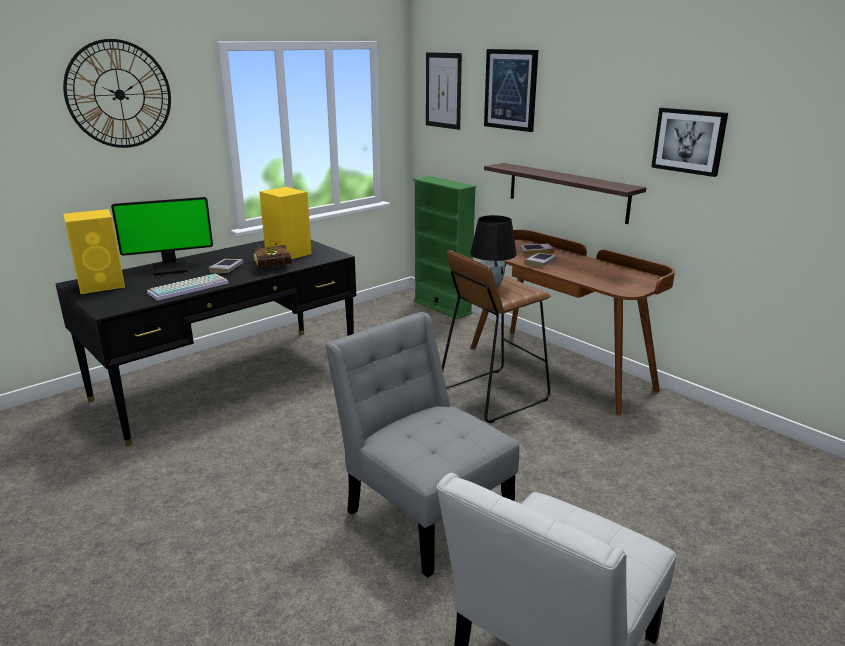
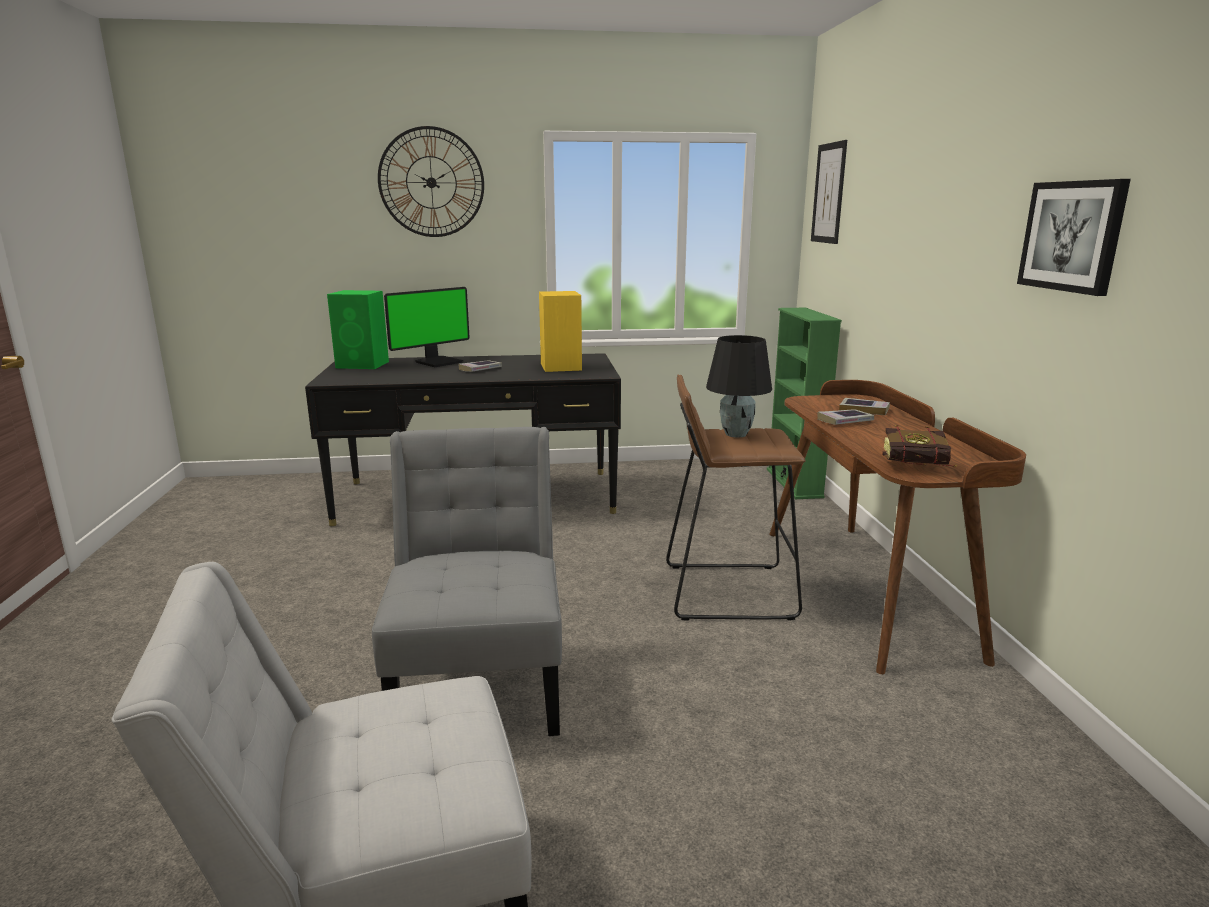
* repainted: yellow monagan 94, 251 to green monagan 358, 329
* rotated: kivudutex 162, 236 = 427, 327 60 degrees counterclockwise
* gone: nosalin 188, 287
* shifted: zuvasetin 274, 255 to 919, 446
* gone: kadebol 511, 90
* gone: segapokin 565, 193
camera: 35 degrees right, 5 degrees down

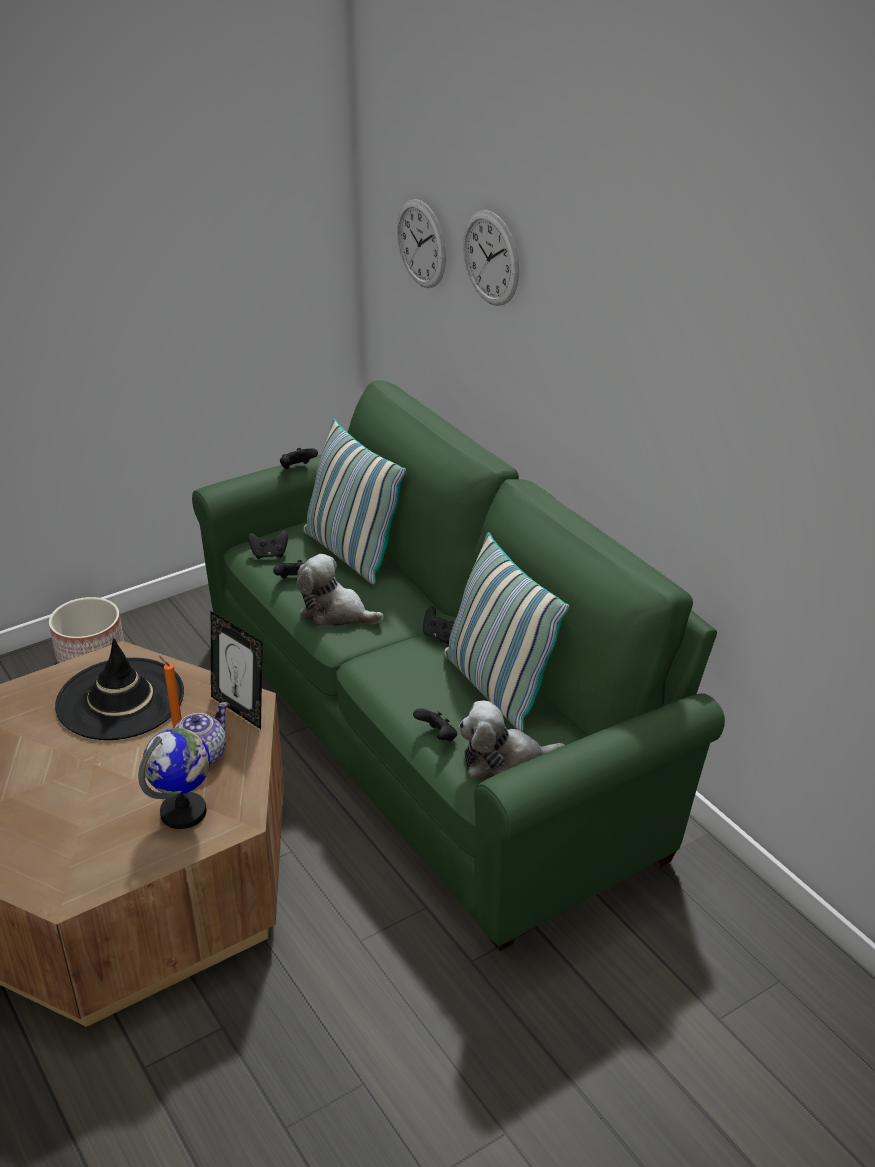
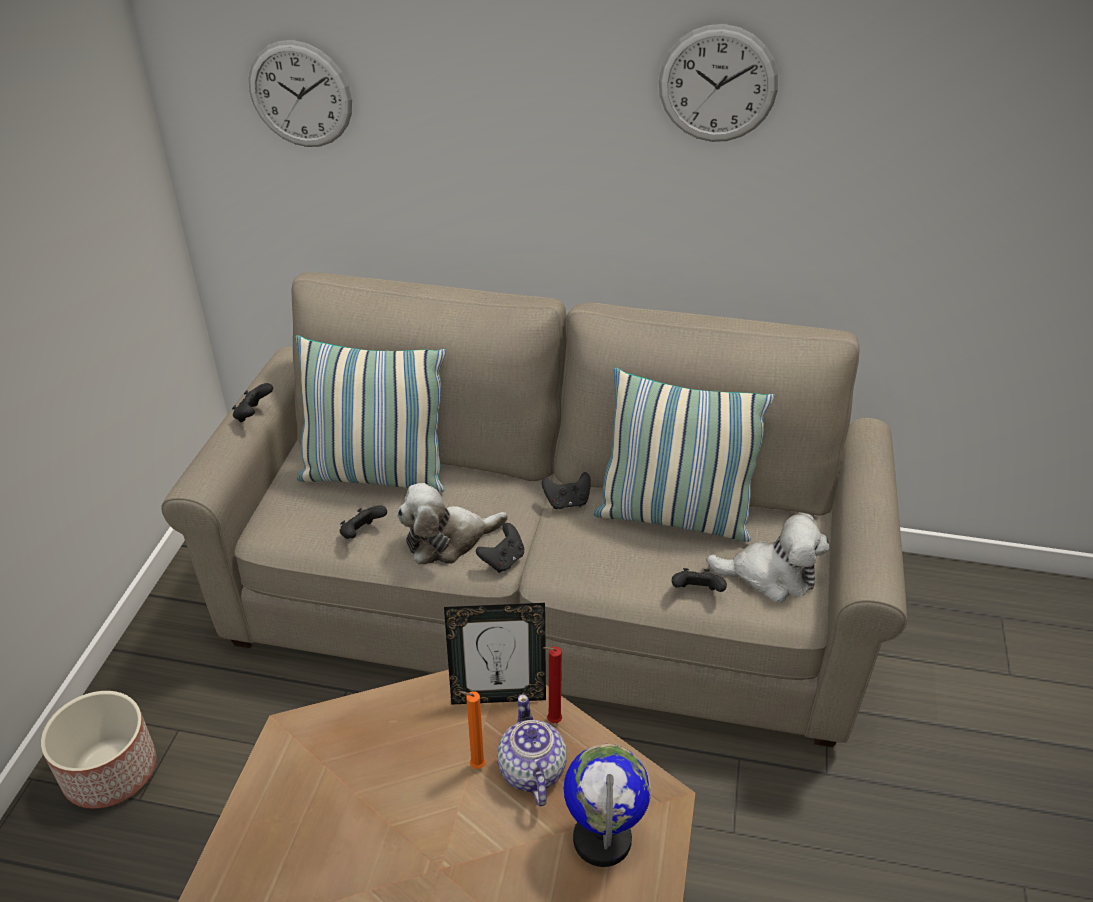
* gone: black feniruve 119, 689
* repainted: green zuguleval 458, 666 to beige zuguleval 534, 509
* shifted: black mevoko 268, 544 to 500, 548
* rotated: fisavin 511, 740 = 768, 557 120 degrees counterclockwise
* shifted: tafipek 491, 258 to 718, 83
* new: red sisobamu 553, 684
camera: 45 degrees left, 5 degrees up

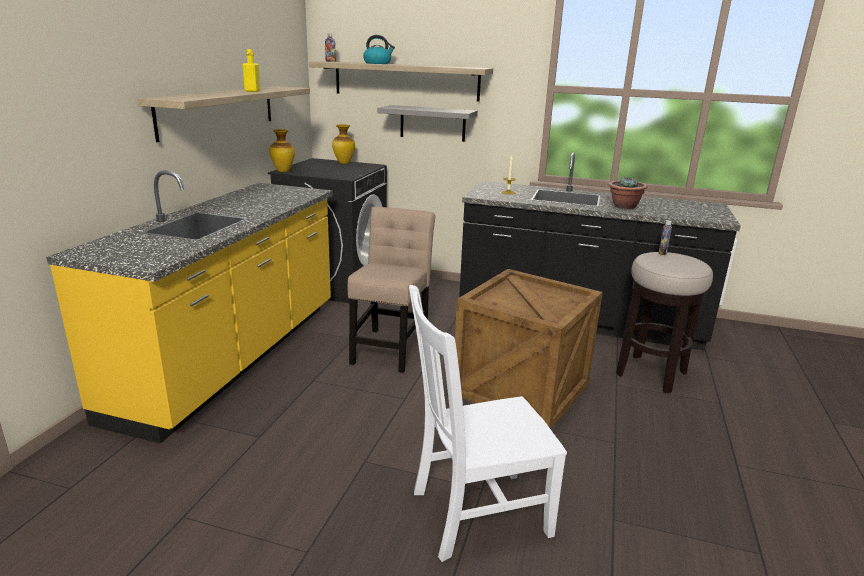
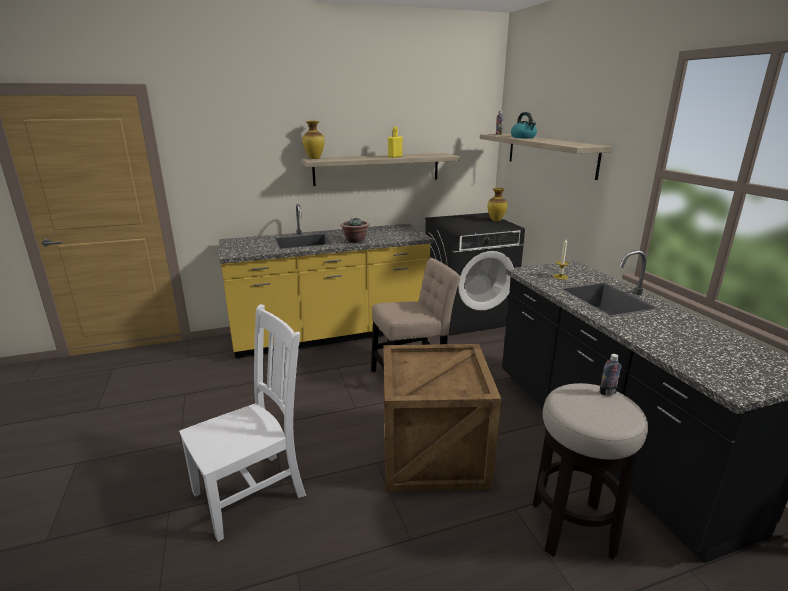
* shifted: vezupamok 282, 150 to 313, 140
* gone: grey segapokin 427, 123
* rotated: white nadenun 488, 423 = 242, 423 105 degrees clockwise
* shifted: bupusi 628, 193 to 355, 230
camera: 55 degrees right, 0 degrees up

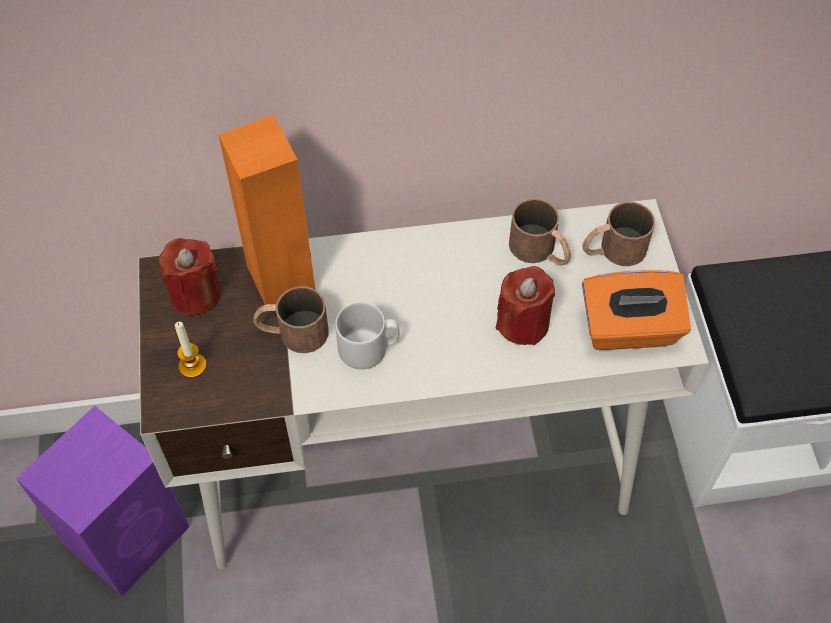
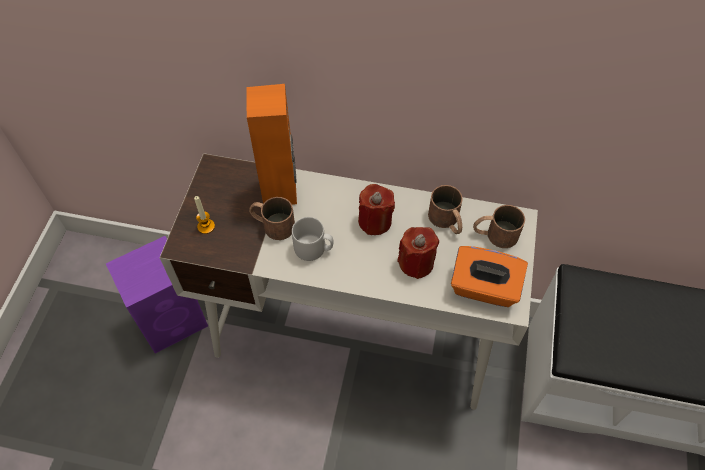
* shifted: red sisobamu 190, 277 to 376, 209
camera: 20 degrees right, 0 degrees up

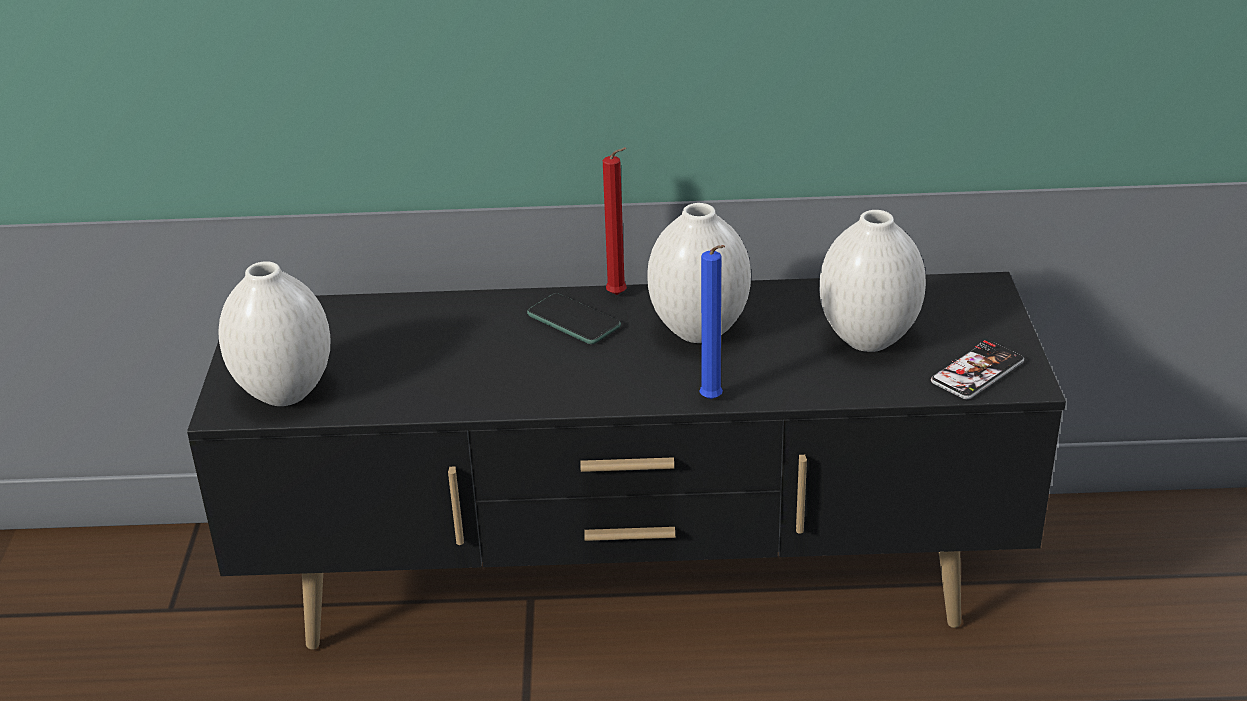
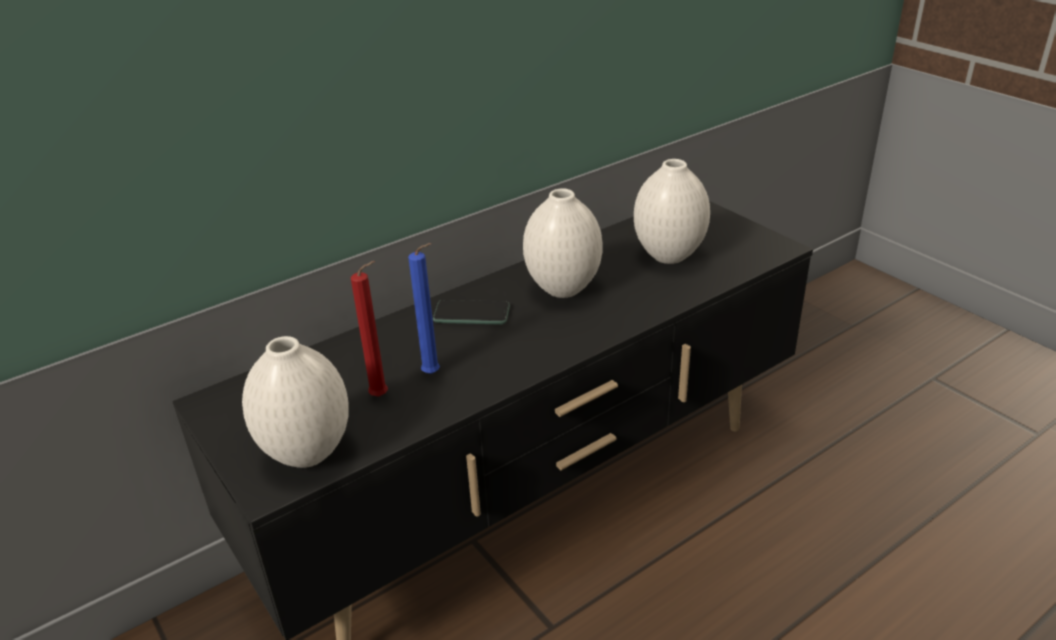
* shifted: red sisobamu 615, 221 to 369, 329
* shifted: blue sisobamu 712, 322 to 424, 308
* gone: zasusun 977, 369
camera: 35 degrees left, 0 degrees up

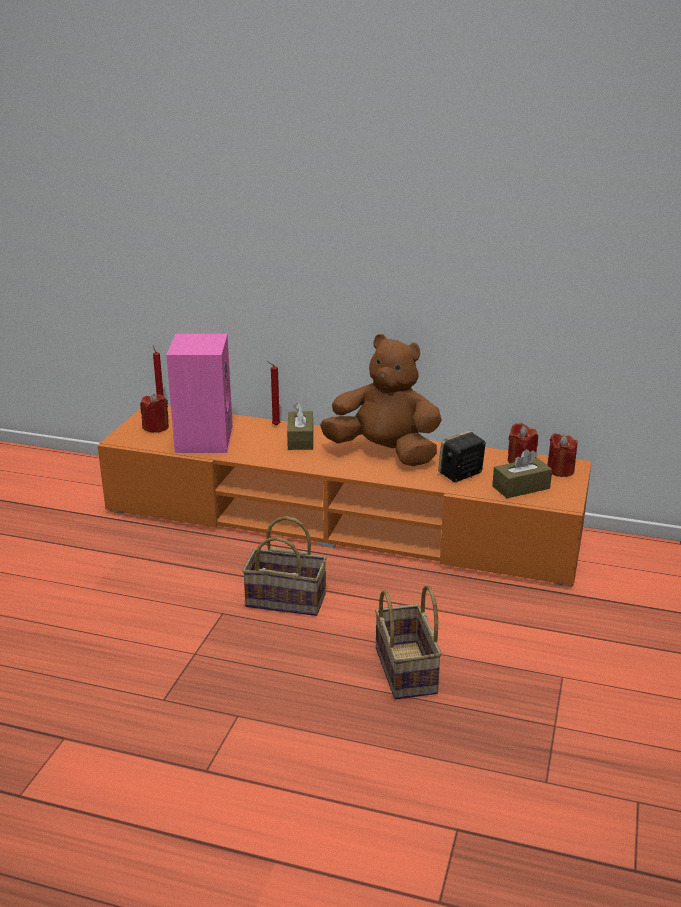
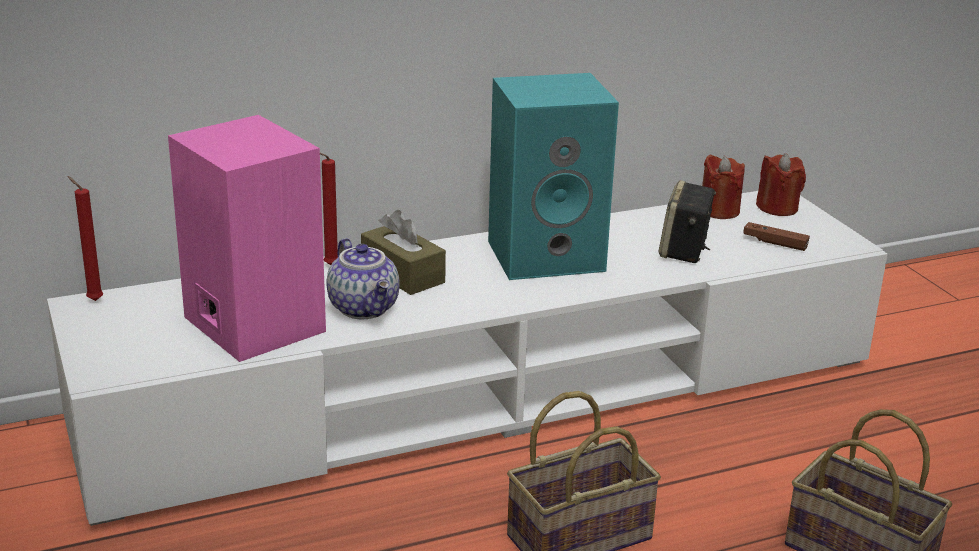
* repainted: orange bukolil 345, 496 to white bukolil 467, 358
* gone: red sisobamu 154, 413
* swapped: brown fisavin 381, 400 to turquoise monagan 553, 176
* swapped: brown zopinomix 522, 473 to brown mevoko 776, 236
* new: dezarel 363, 278
camera: 40 degrees left, 0 degrees up

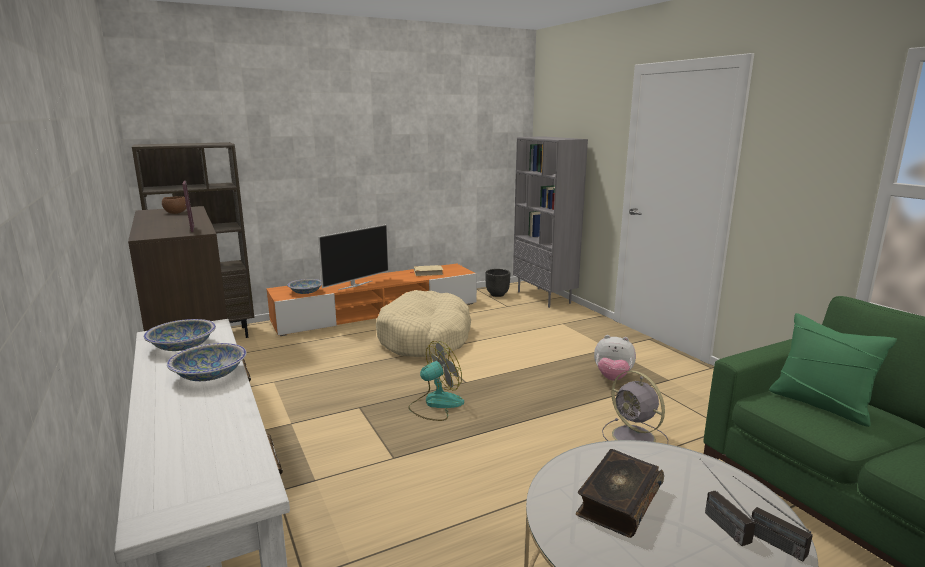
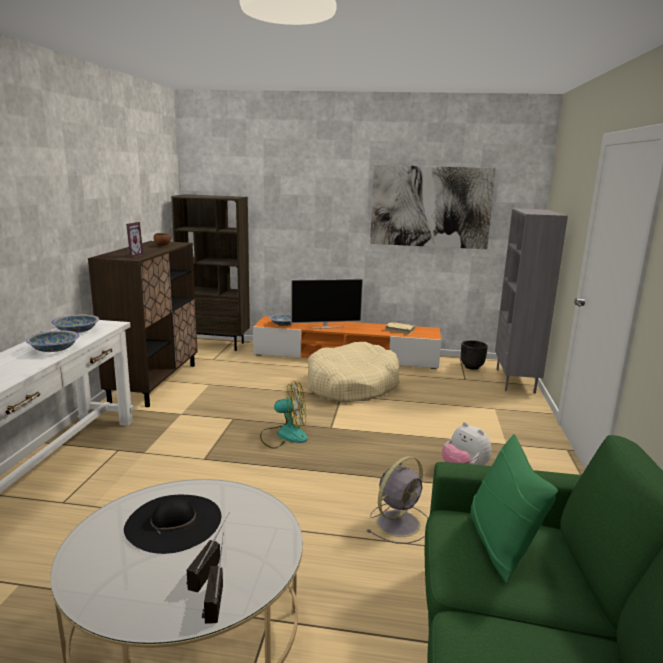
* swapped: zuvasetin 620, 493 to black feniruve 172, 524
* rotated: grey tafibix 635, 407 = 397, 500 135 degrees counterclockwise
* new: kadebol 433, 207
camera: 35 degrees right, 0 degrees up

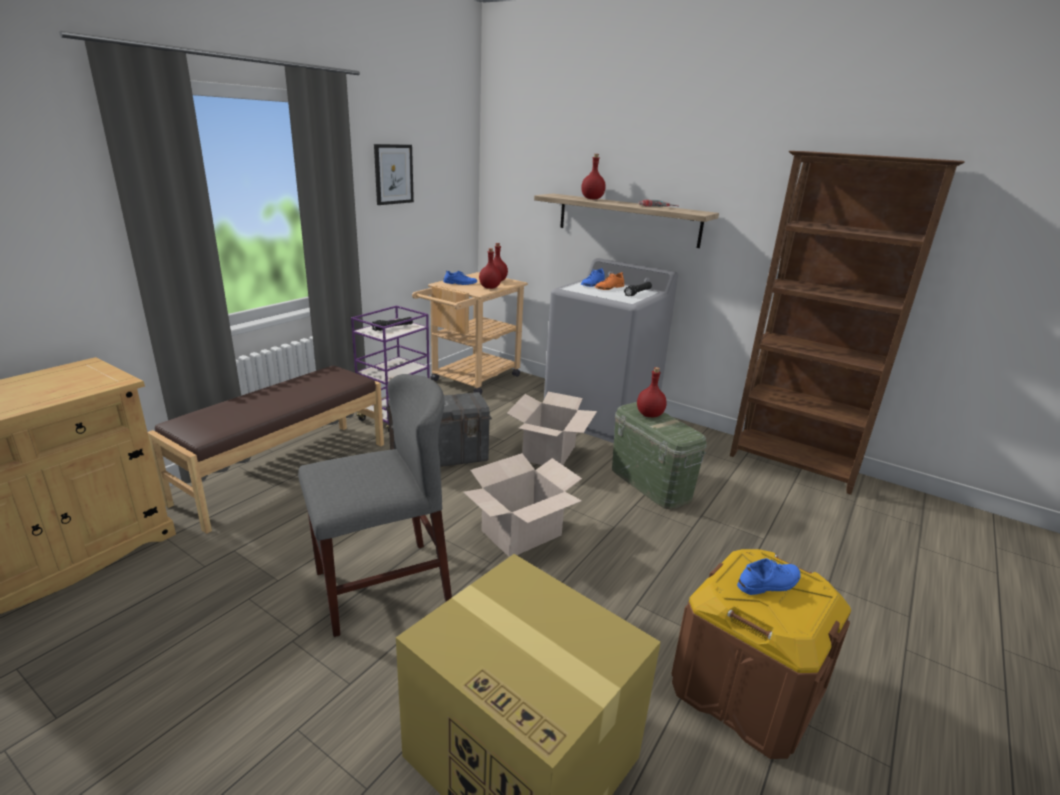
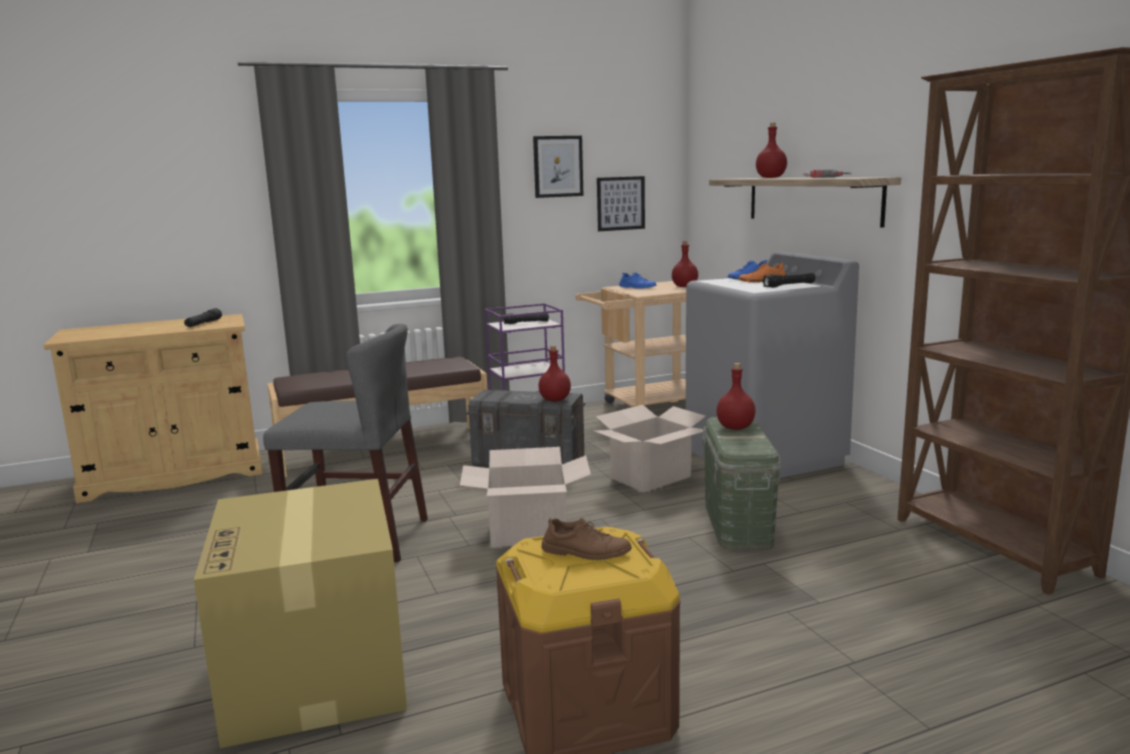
* shifted: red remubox 490, 268 to 554, 373
* repainted: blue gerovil 768, 576 to brown gerovil 586, 539
* new: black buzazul 203, 317
* new: kadebol 621, 203
camera: 35 degrees right, 10 degrees down

